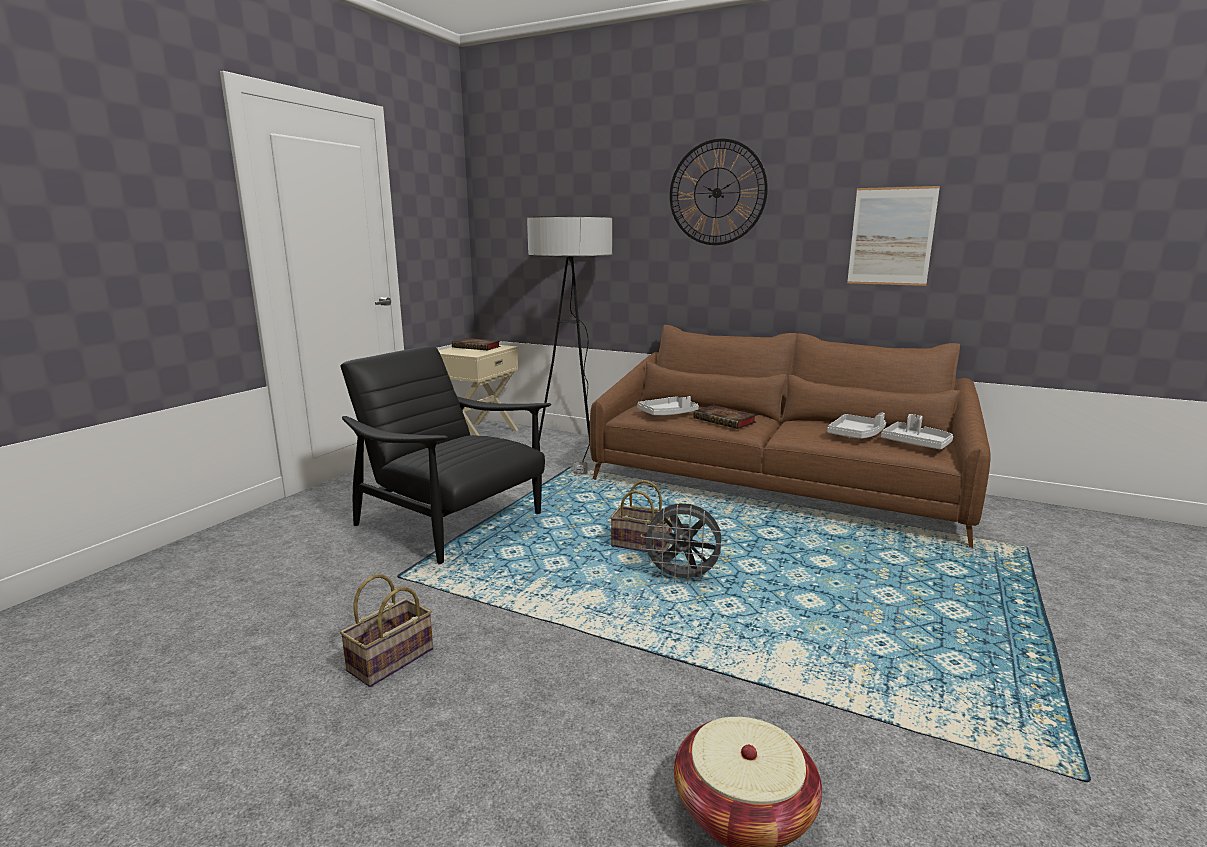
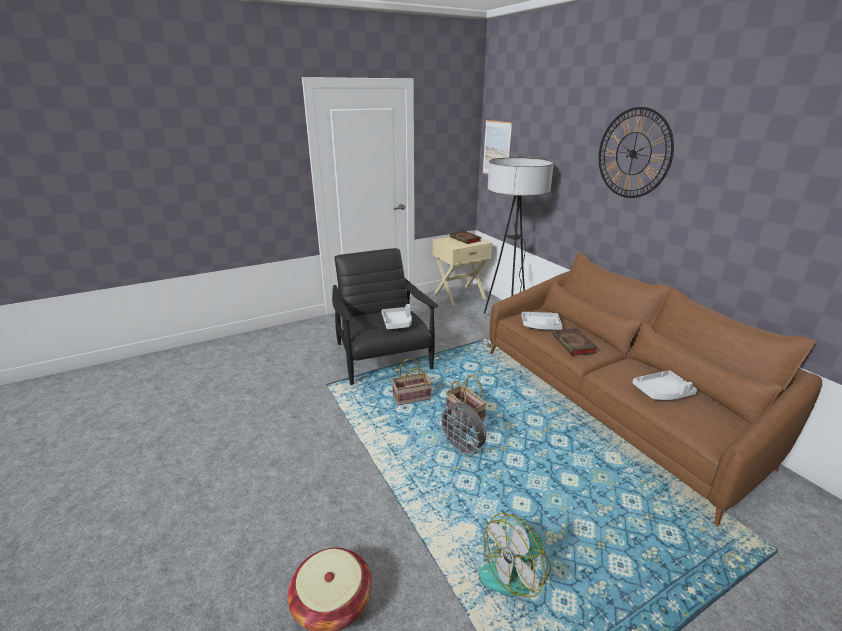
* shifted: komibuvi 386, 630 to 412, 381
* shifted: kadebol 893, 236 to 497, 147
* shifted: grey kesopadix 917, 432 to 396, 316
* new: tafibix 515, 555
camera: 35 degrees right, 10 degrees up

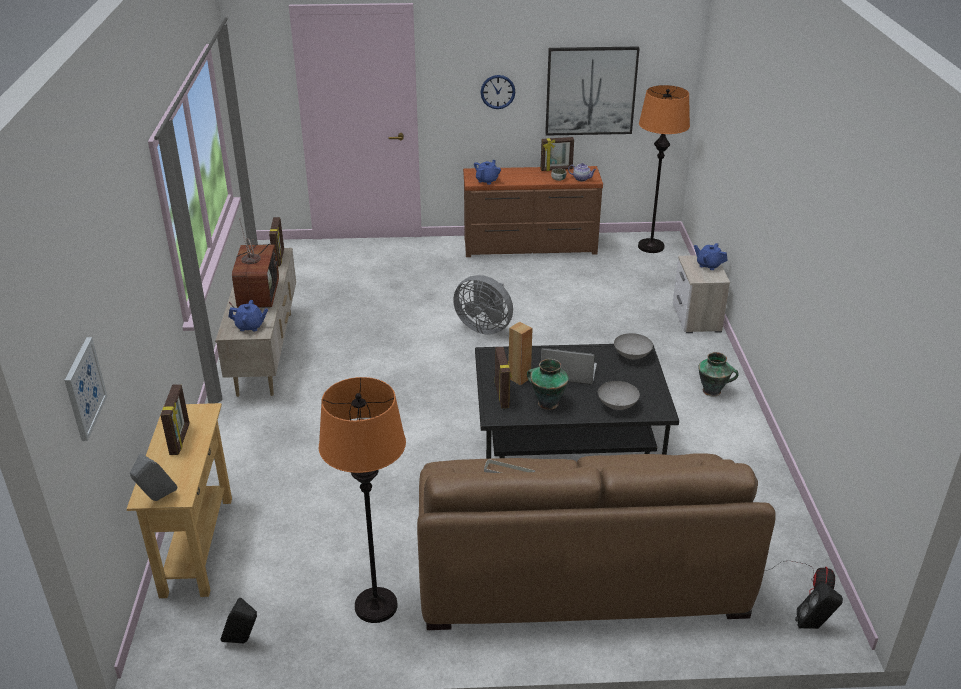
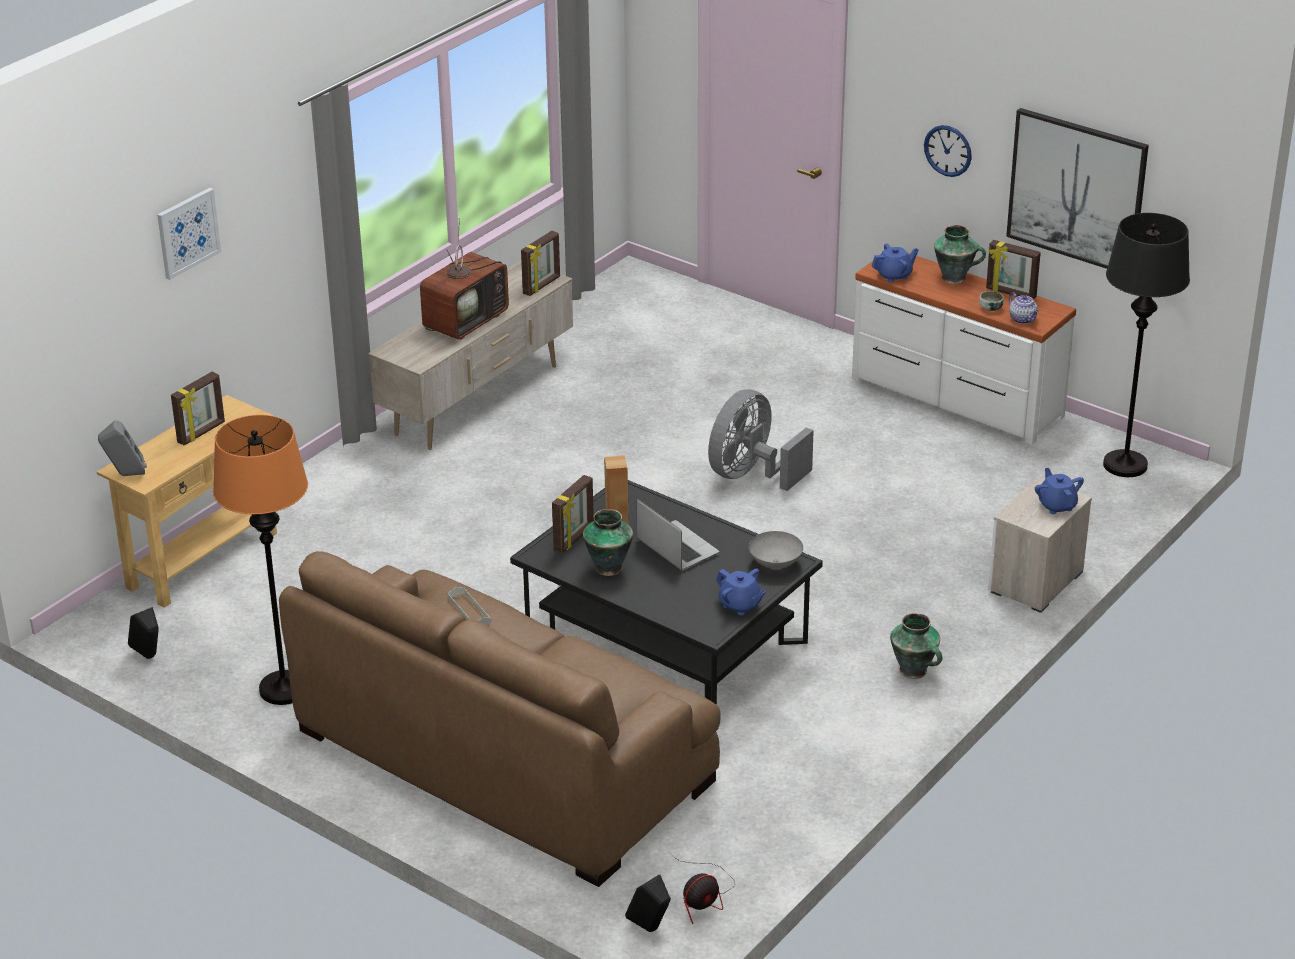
* shifted: kadebol 85, 389 to 189, 234
* shifted: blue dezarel 248, 316 to 741, 592
* rotated: grey tafibix 483, 305 = 761, 440 60 degrees clockwise
* repainted: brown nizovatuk 533, 211 to white nizovatuk 964, 349
* gone: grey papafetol 619, 395
* repainted: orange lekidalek 664, 169 to black lekidalek 1146, 345
* new: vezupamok 960, 254
camera: 40 degrees right, 0 degrees up

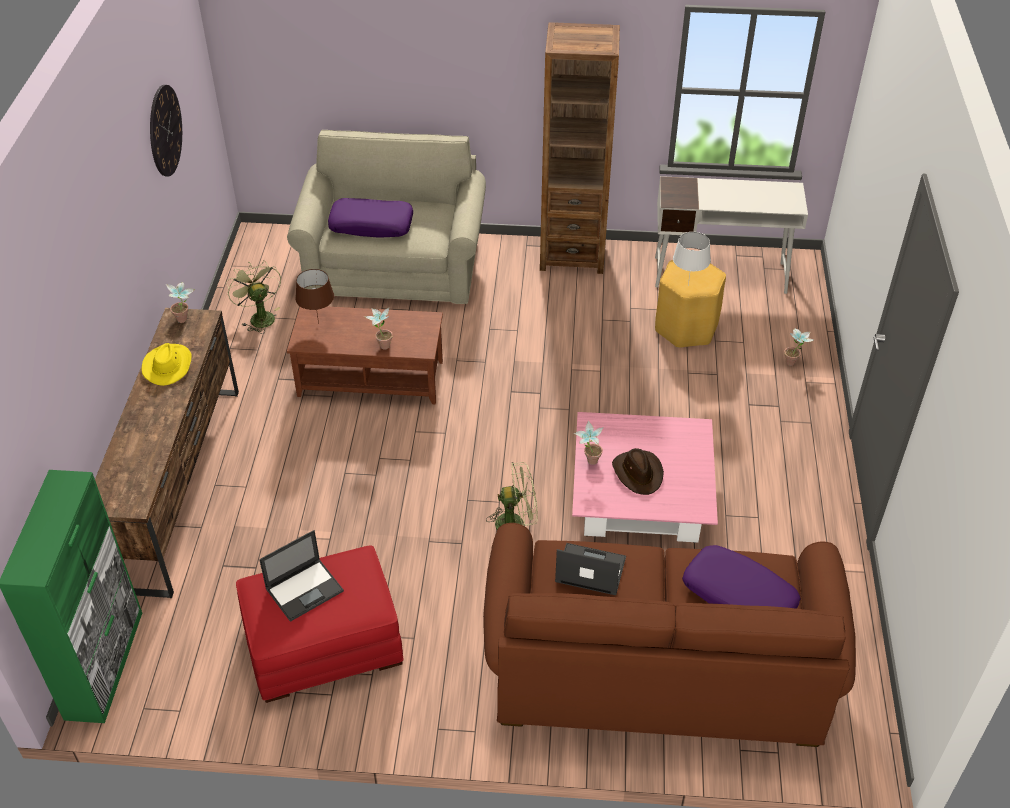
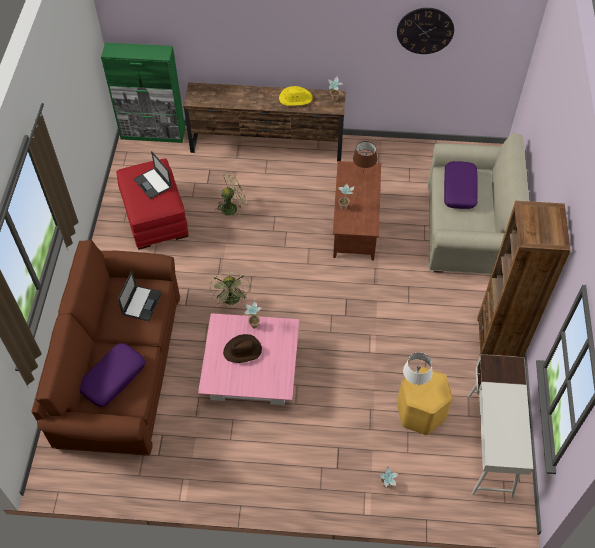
* shifted: green tafibix 253, 297 to 231, 194
camera: 90 degrees right, 10 degrees up

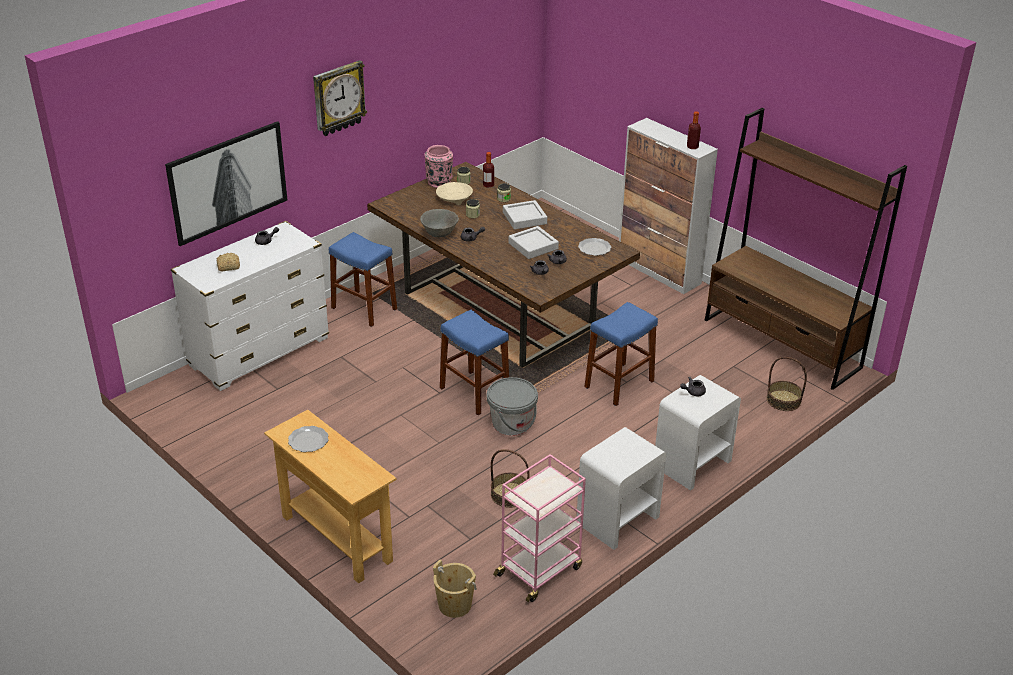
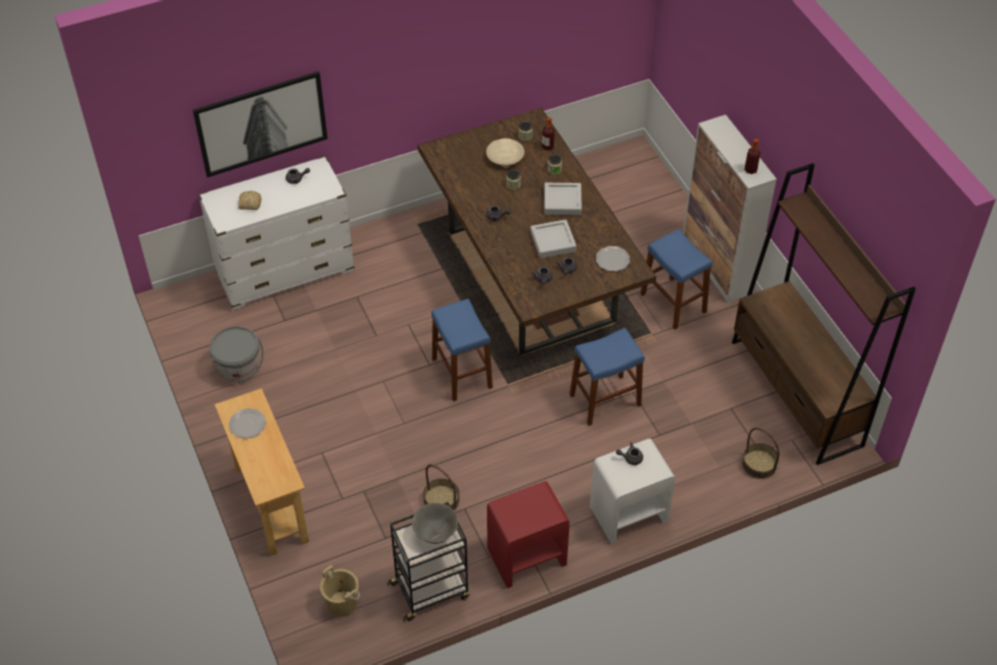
* gone: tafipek 340, 98
* shifted: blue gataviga 363, 279 to 676, 279
* shifted: grey papafetol 439, 223 to 435, 523
* gone: pink vezupamok 438, 166
* shifted: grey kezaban 512, 406 to 236, 354
* repainted: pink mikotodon 539, 528 to black mikotodon 428, 561
* repainted: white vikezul 621, 488 to red vikezul 528, 534
camera: 20 degrees right, 15 degrees up

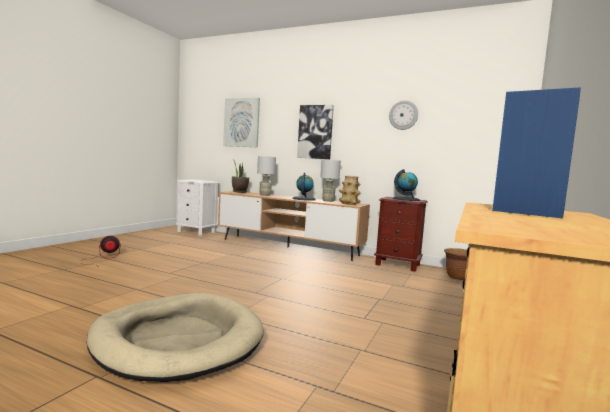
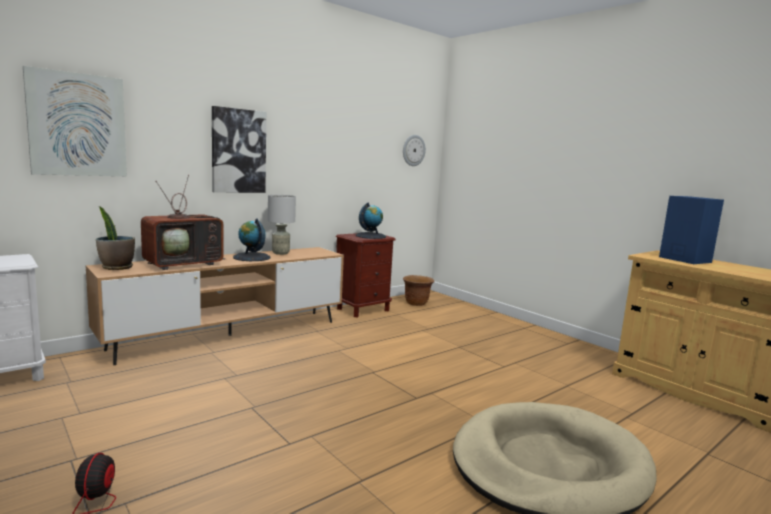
* swapped: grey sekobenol 266, 176 to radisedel 183, 222
* gone: vezupamok 350, 190
* shifted: tafipek 403, 115 to 414, 150
camera: 65 degrees left, 5 degrees up

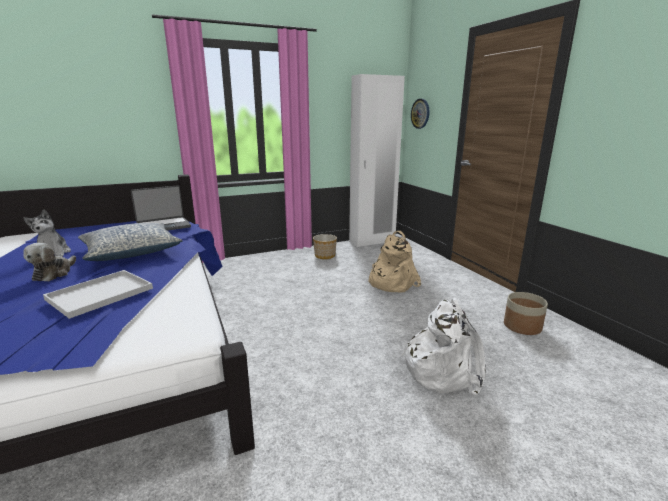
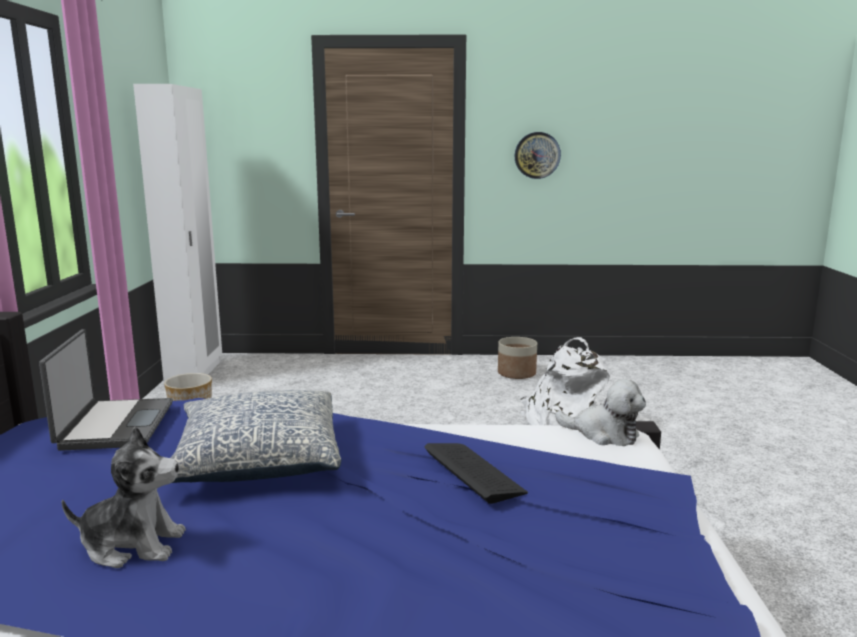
* shifted: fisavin 49, 262 to 600, 412
* swapped: white kesopadix 98, 294 to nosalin 476, 473
* gone: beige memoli 394, 261
* shifted: tafipek 420, 114 to 537, 155
camera: 65 degrees left, 5 degrees down

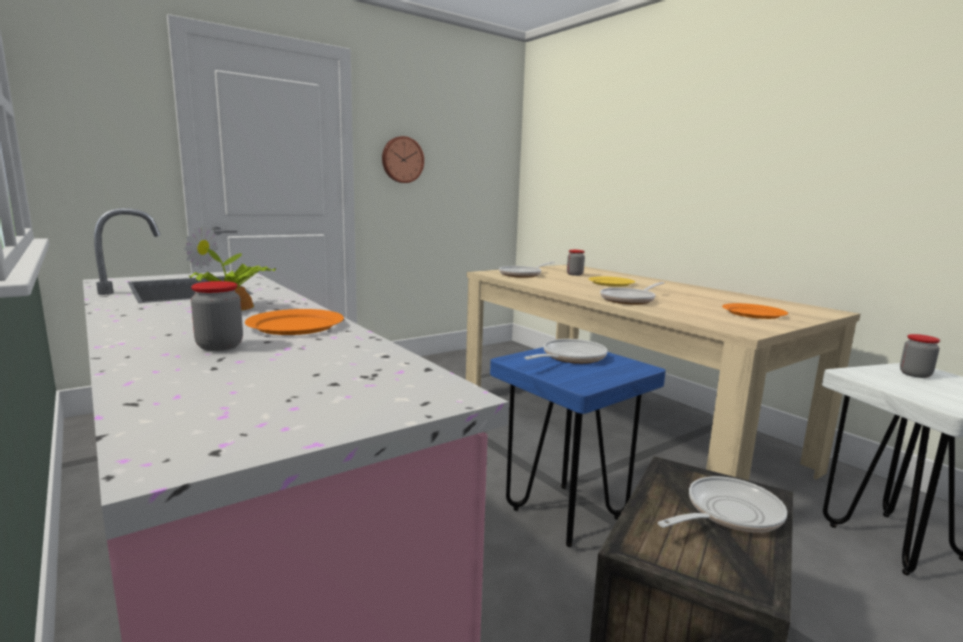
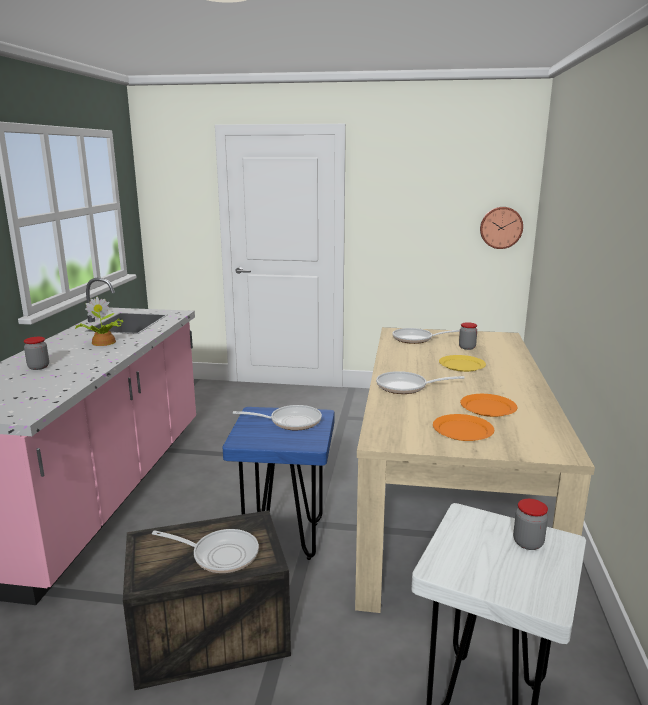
* shifted: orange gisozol 294, 322 to 488, 405
* shifted: tafipek 403, 159 to 501, 228
camera: 45 degrees right, 5 degrees up

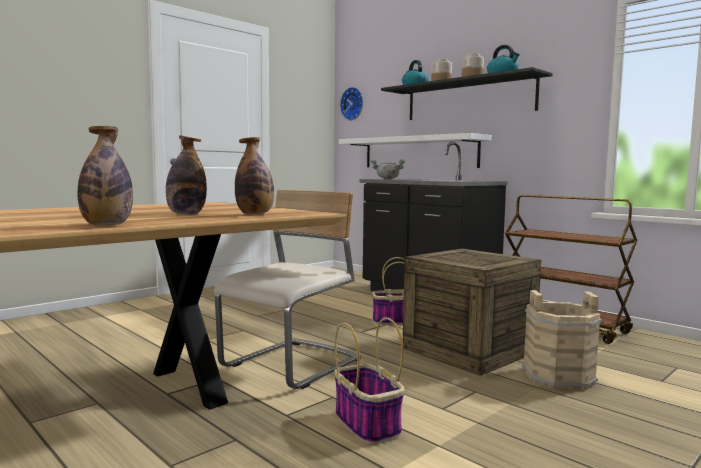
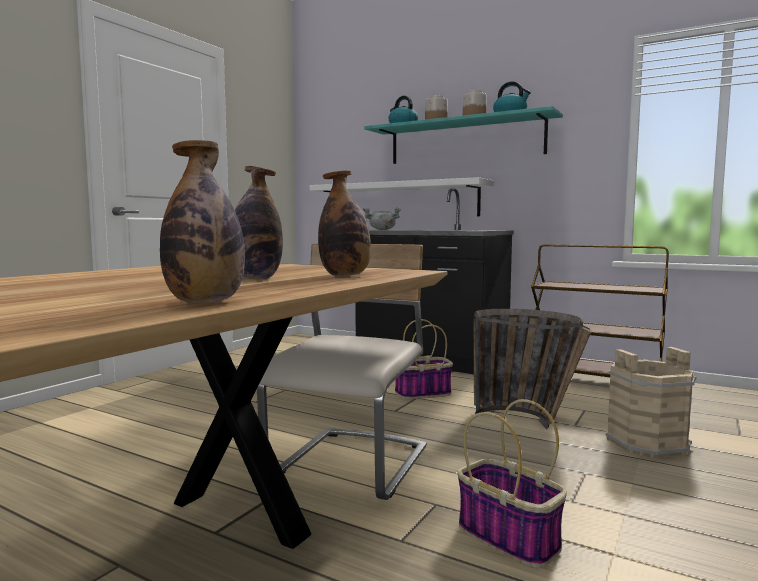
* gone: tafipek 351, 104
* repainted: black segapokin 467, 93 to turquoise segapokin 463, 135
* swapped: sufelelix 472, 312 to komibuvi 533, 369
camera: 15 degrees left, 0 degrees up

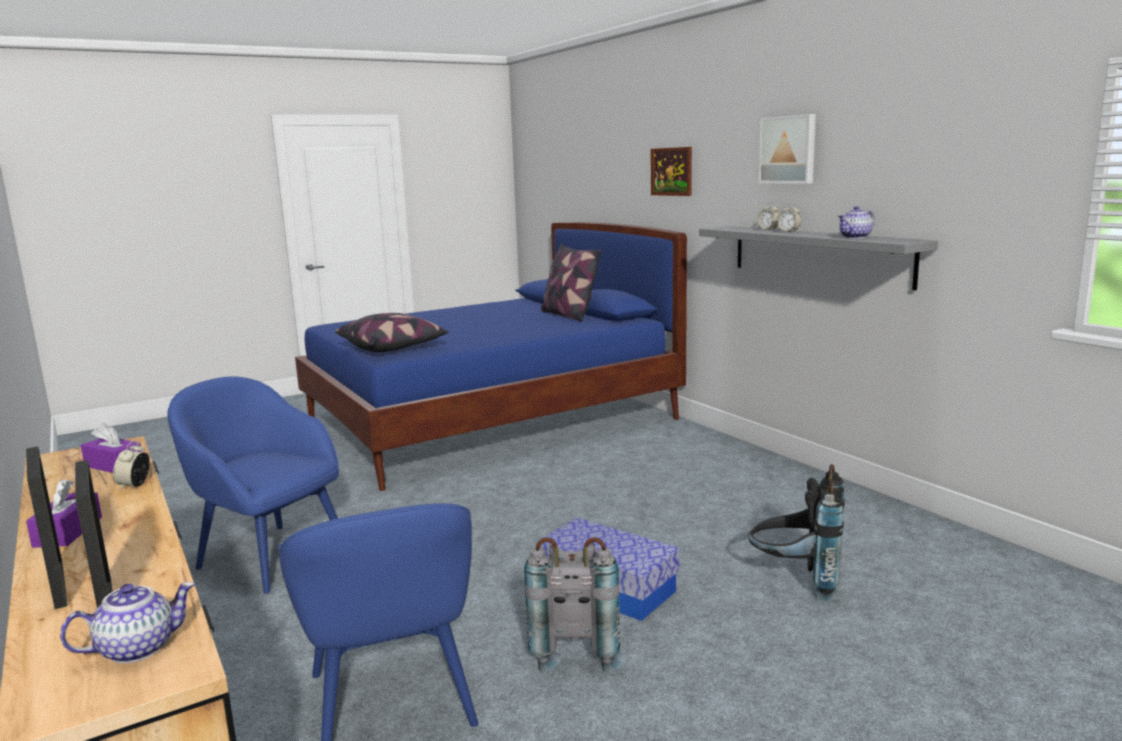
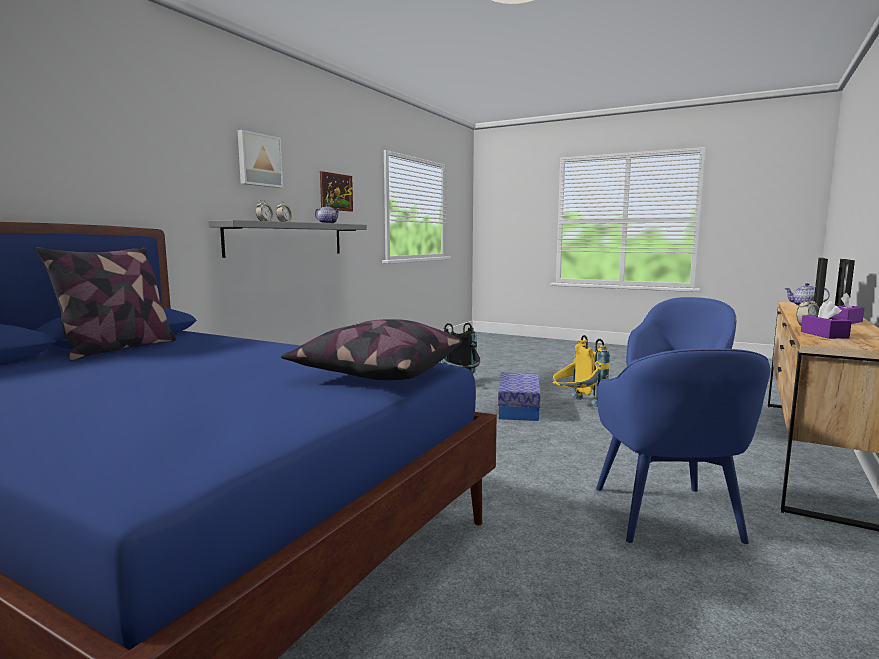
* repainted: grey memoli 574, 605 to yellow memoli 581, 371
* shifted: kadebol 671, 171 to 336, 191
camera: 120 degrees left, 5 degrees down

